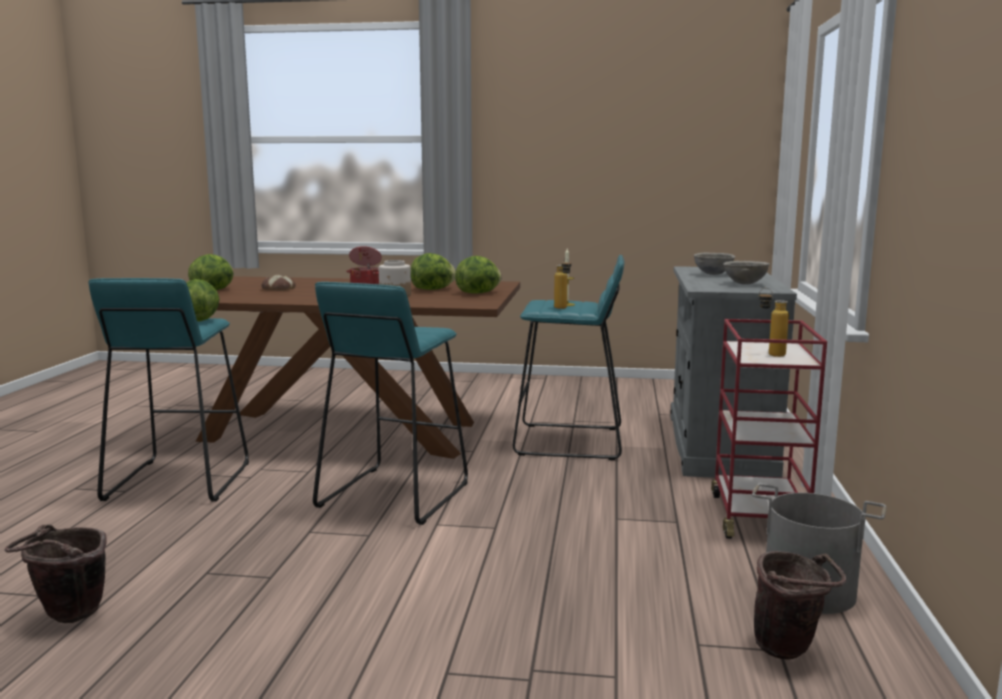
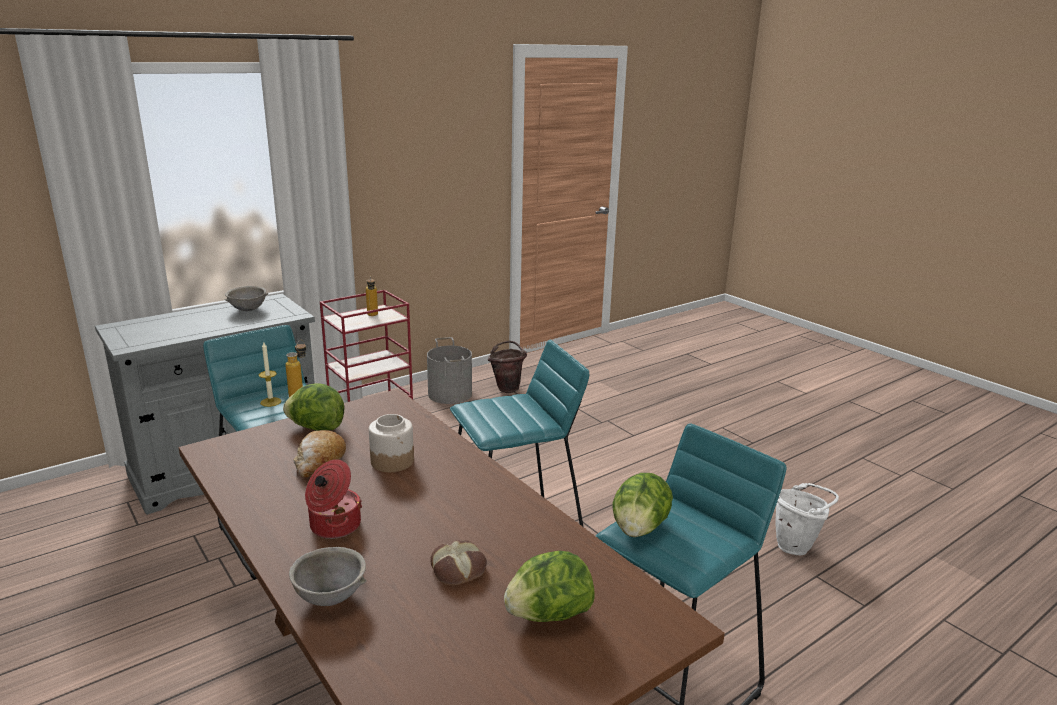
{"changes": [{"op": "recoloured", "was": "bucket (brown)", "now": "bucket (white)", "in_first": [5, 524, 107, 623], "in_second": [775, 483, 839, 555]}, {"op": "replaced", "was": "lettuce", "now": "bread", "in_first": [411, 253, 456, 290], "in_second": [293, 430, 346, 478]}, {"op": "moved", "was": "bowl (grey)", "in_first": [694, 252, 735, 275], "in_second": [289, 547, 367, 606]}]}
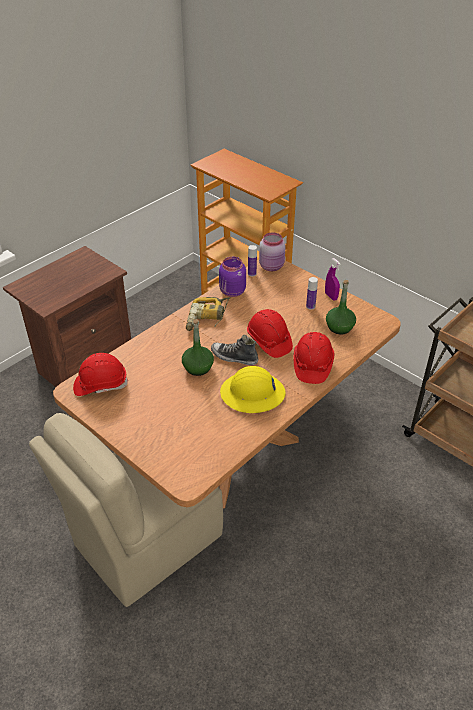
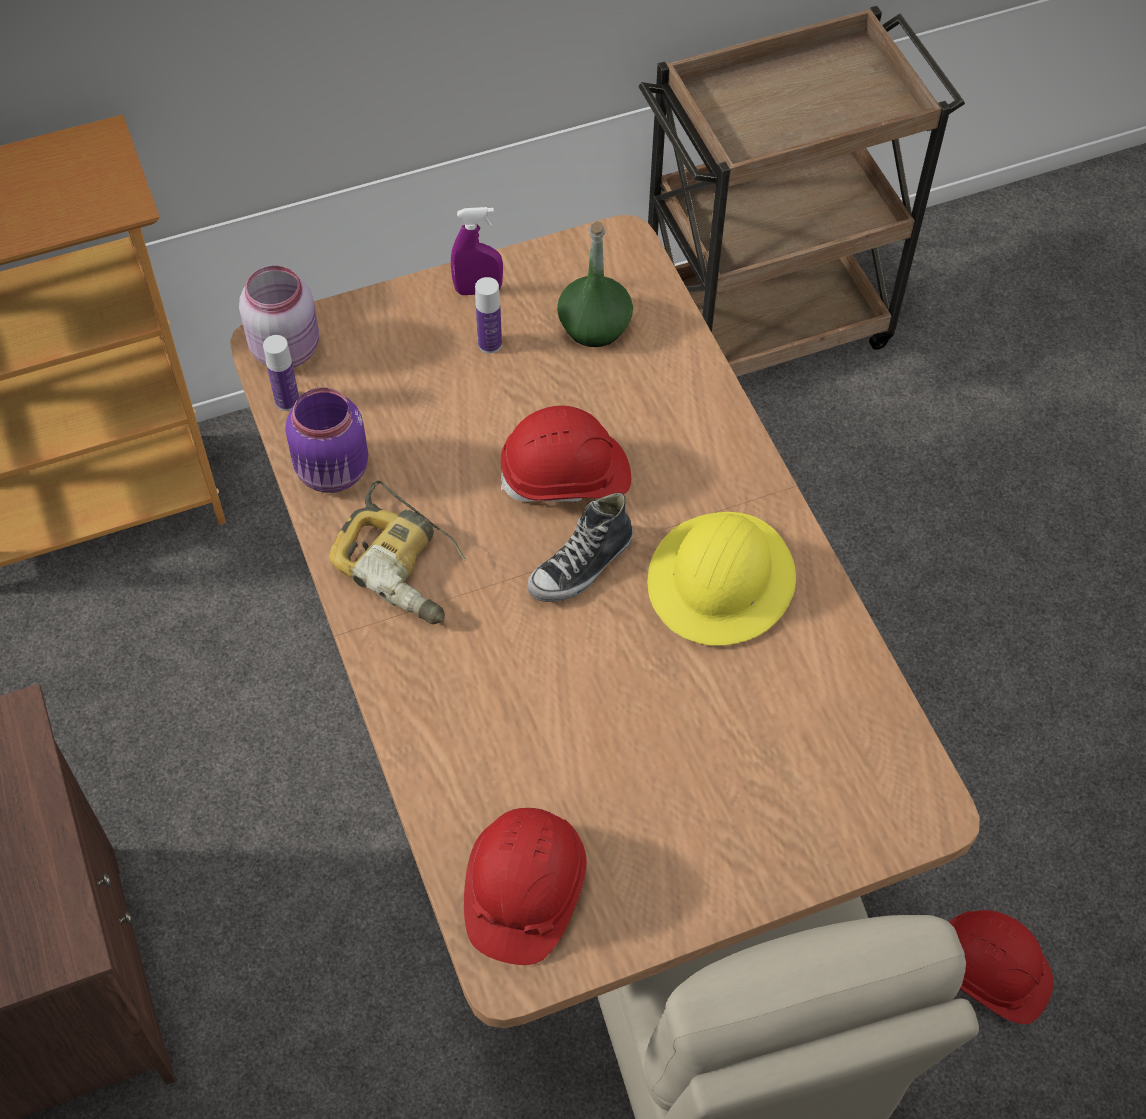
{"changes": [{"op": "removed", "was": "bottle (green)", "in_first": [182, 319, 214, 376]}, {"op": "moved", "was": "hard hat (red)", "in_first": [294, 332, 334, 384], "in_second": [949, 910, 1054, 1025]}]}
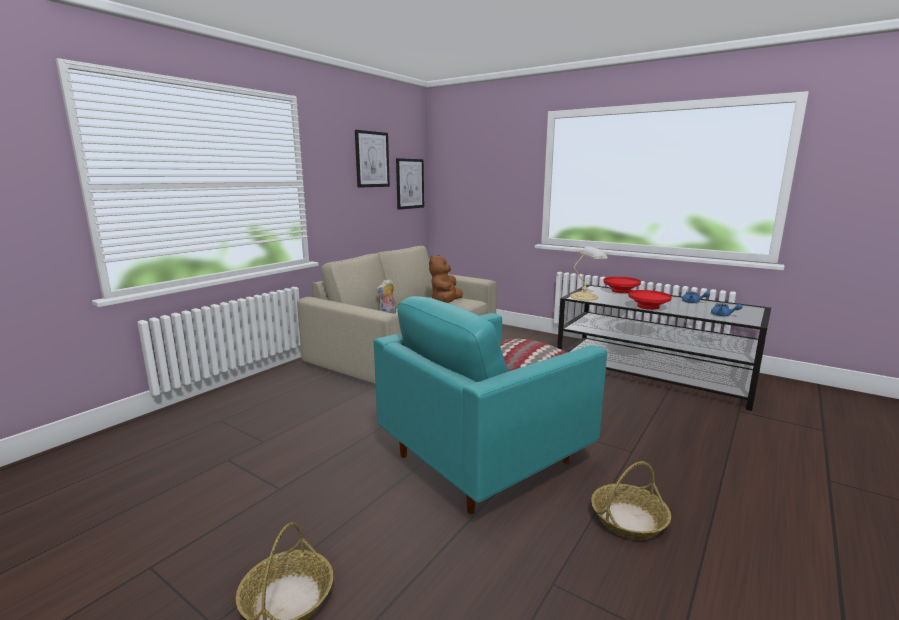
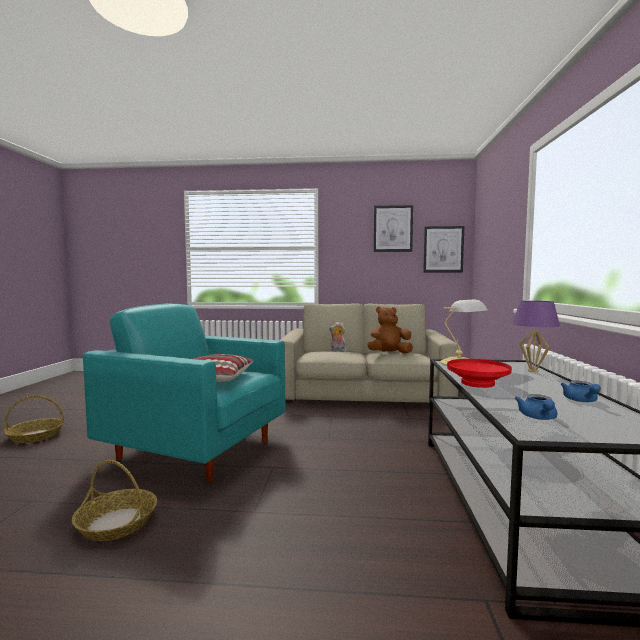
{"changes": [{"op": "replaced", "was": "bowl (red)", "now": "table lamp (purple)", "in_first": [604, 277, 641, 293], "in_second": [512, 301, 560, 372]}]}
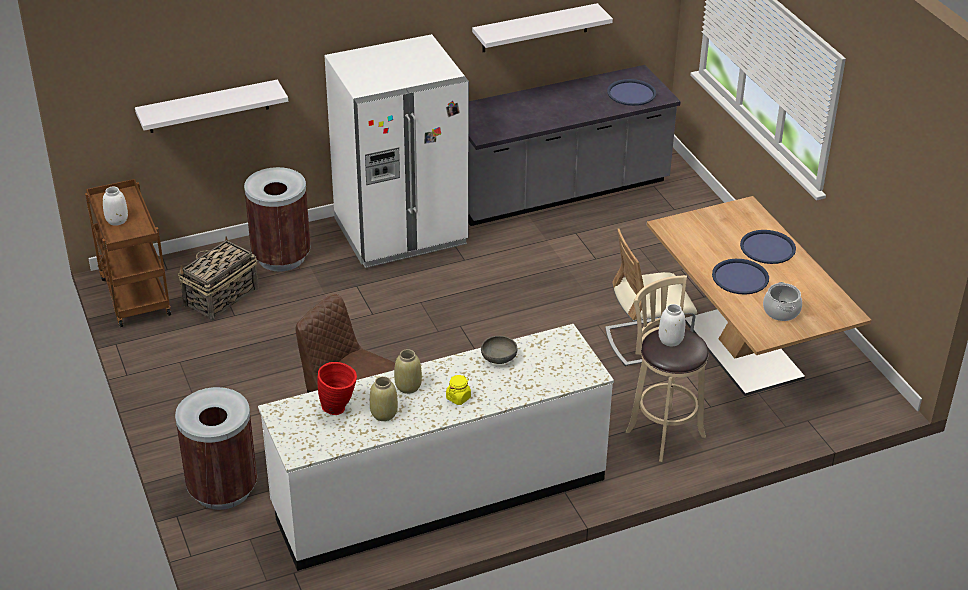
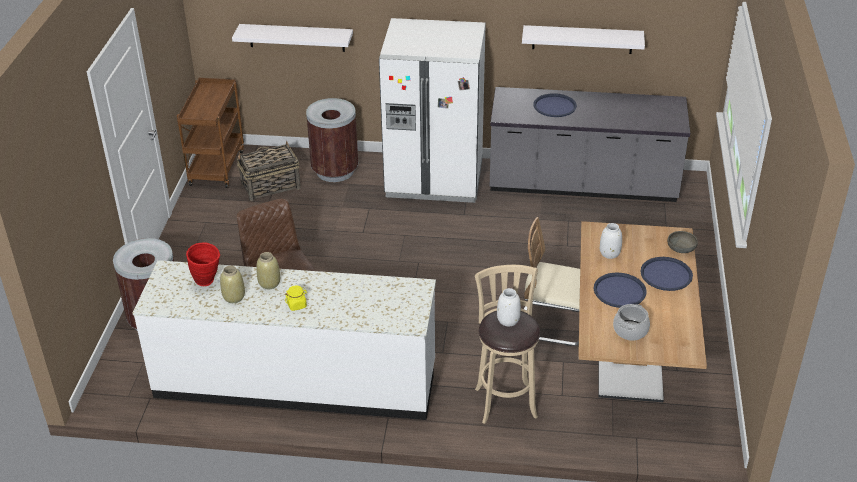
{"changes": [{"op": "moved", "was": "vase (white)", "in_first": [103, 187, 128, 226], "in_second": [600, 223, 622, 259]}, {"op": "moved", "was": "bowl (grey)", "in_first": [481, 336, 518, 364], "in_second": [668, 231, 698, 253]}, {"op": "moved", "was": "tray (blue)", "in_first": [607, 79, 656, 106], "in_second": [533, 93, 577, 117]}]}
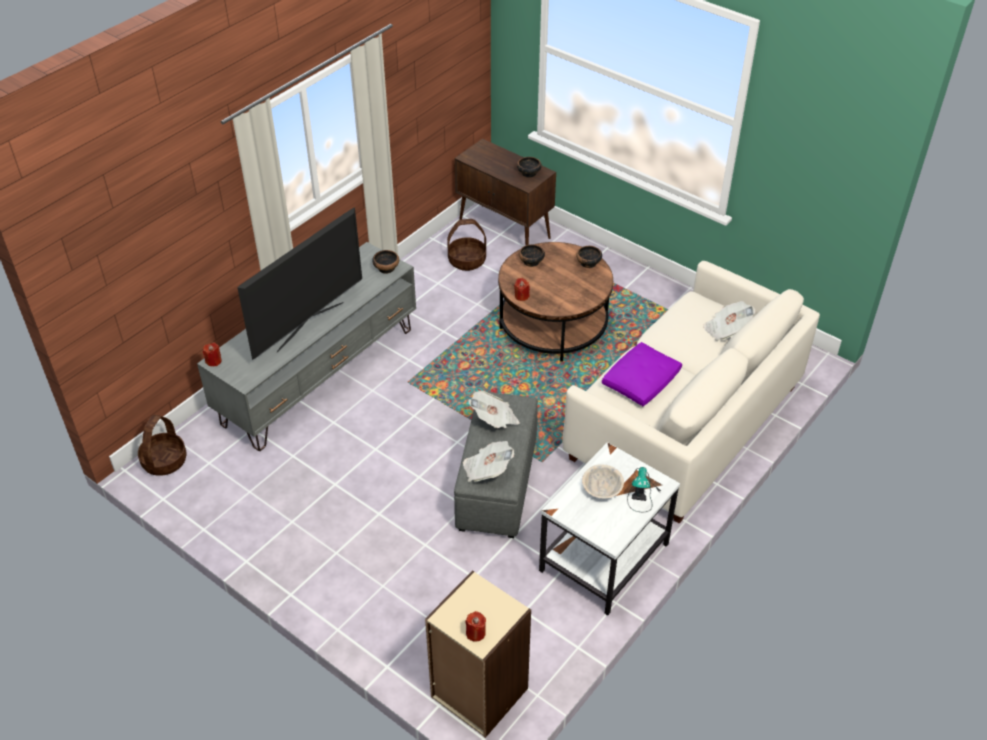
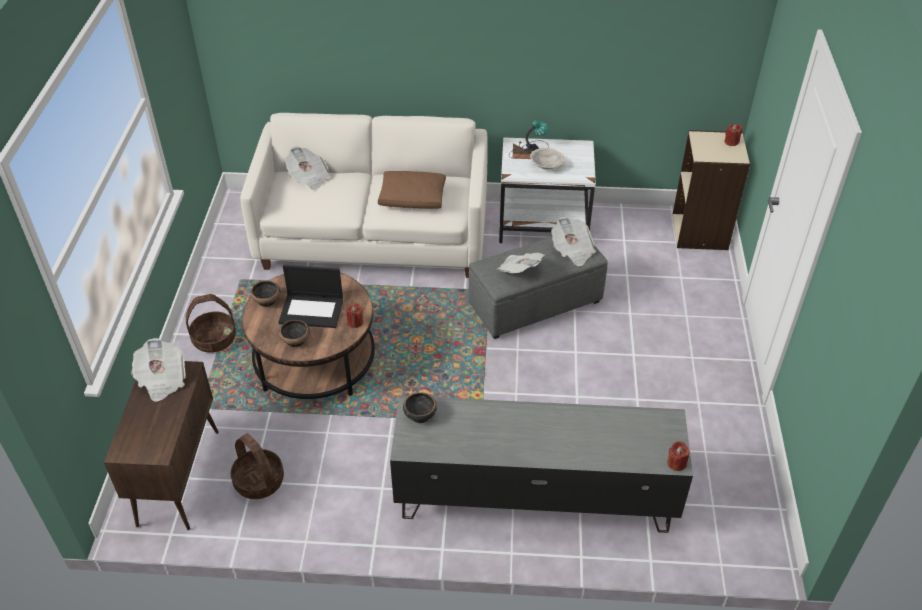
{"changes": [{"op": "moved", "was": "basket", "in_first": [138, 415, 186, 476], "in_second": [186, 294, 236, 352]}, {"op": "removed", "was": "television", "in_first": [237, 207, 362, 360]}, {"op": "replaced", "was": "bowl", "now": "newspaper", "in_first": [517, 157, 542, 178], "in_second": [131, 338, 185, 402]}, {"op": "recoloured", "was": "pillow (purple)", "now": "pillow (brown)", "in_first": [602, 342, 682, 406], "in_second": [378, 171, 446, 209]}, {"op": "added", "now": "laptop", "in_second": [278, 265, 343, 328]}]}
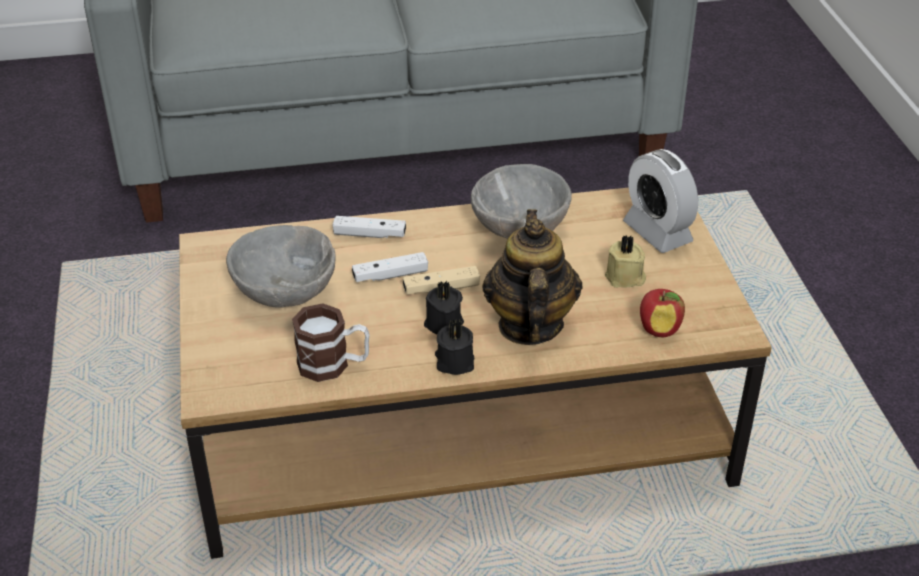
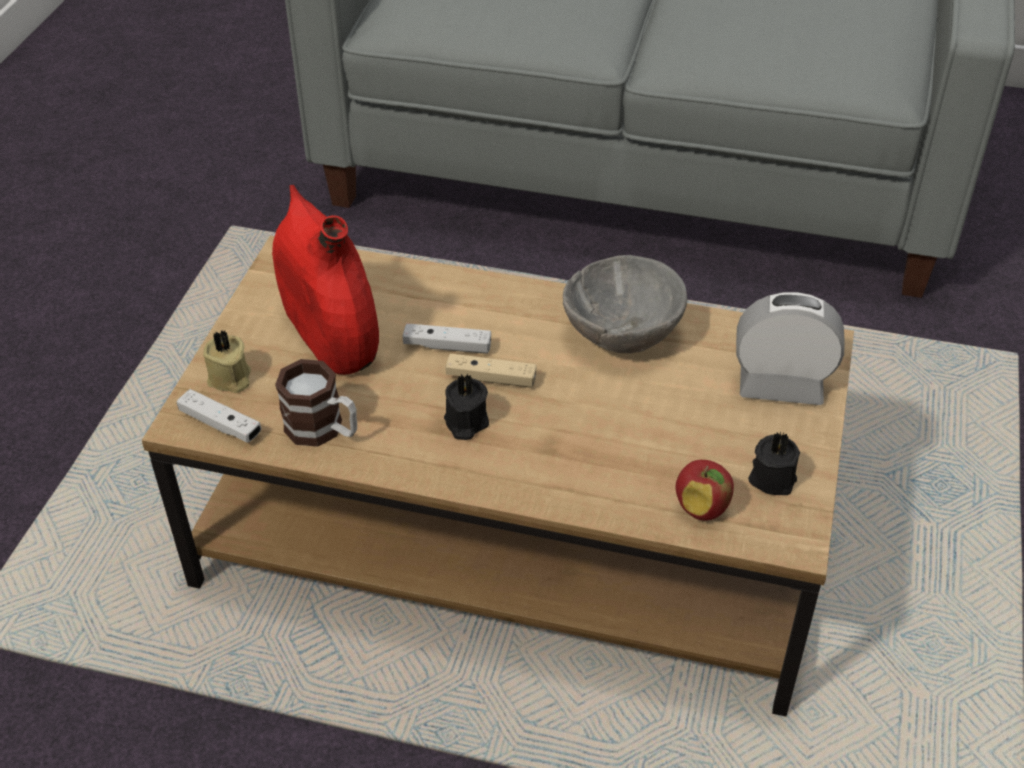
{"changes": [{"op": "replaced", "was": "bowl (grey)", "now": "vase (red)", "in_first": [226, 225, 336, 308], "in_second": [272, 185, 379, 375]}, {"op": "moved", "was": "game controller (white)", "in_first": [332, 216, 406, 238], "in_second": [177, 389, 262, 443]}, {"op": "moved", "was": "candle (black)", "in_first": [435, 320, 475, 375], "in_second": [748, 432, 800, 495]}, {"op": "removed", "was": "teapot", "in_first": [482, 209, 583, 345]}, {"op": "moved", "was": "candle (beige)", "in_first": [605, 235, 646, 288], "in_second": [203, 331, 251, 393]}, {"op": "turned", "was": "alarm clock", "in_first": [623, 149, 698, 253], "in_second": [736, 292, 845, 405], "clockwise": 105}]}
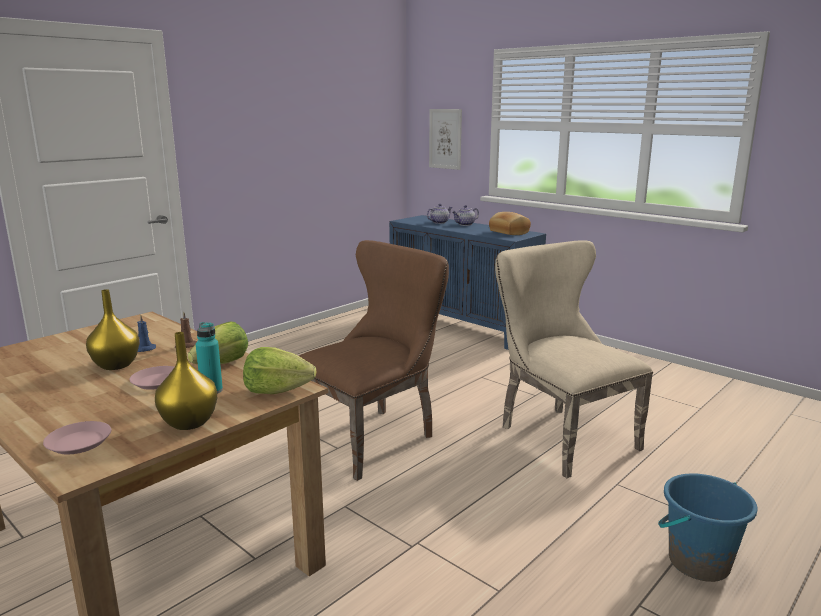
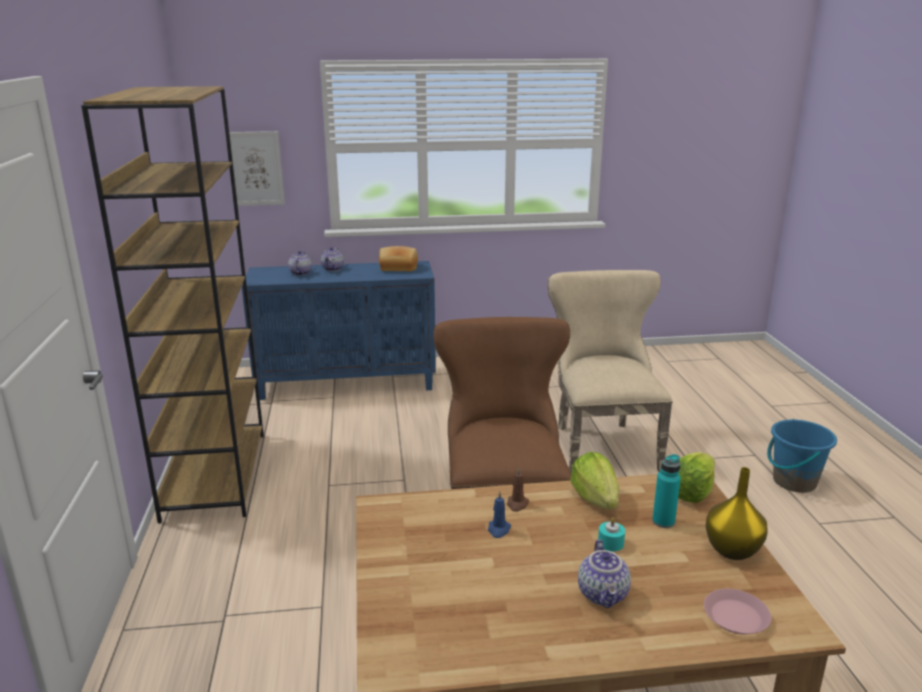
{"changes": [{"op": "removed", "was": "vase (yellow)", "in_first": [86, 289, 139, 370]}, {"op": "replaced", "was": "plate (pink)", "now": "candle (turquoise)", "in_first": [130, 366, 174, 390], "in_second": [598, 517, 625, 552]}, {"op": "turned", "was": "chair (beige)", "in_first": [495, 240, 653, 478], "in_second": [548, 270, 673, 474], "clockwise": 75}, {"op": "added", "now": "bookcase (brown)", "in_second": [81, 86, 264, 524]}, {"op": "added", "now": "teapot", "in_second": [578, 539, 631, 608]}]}
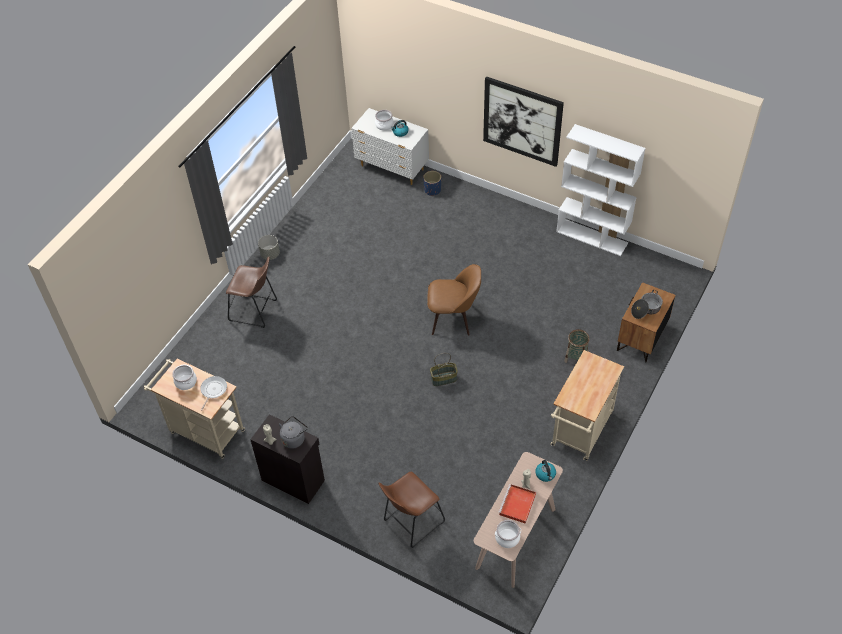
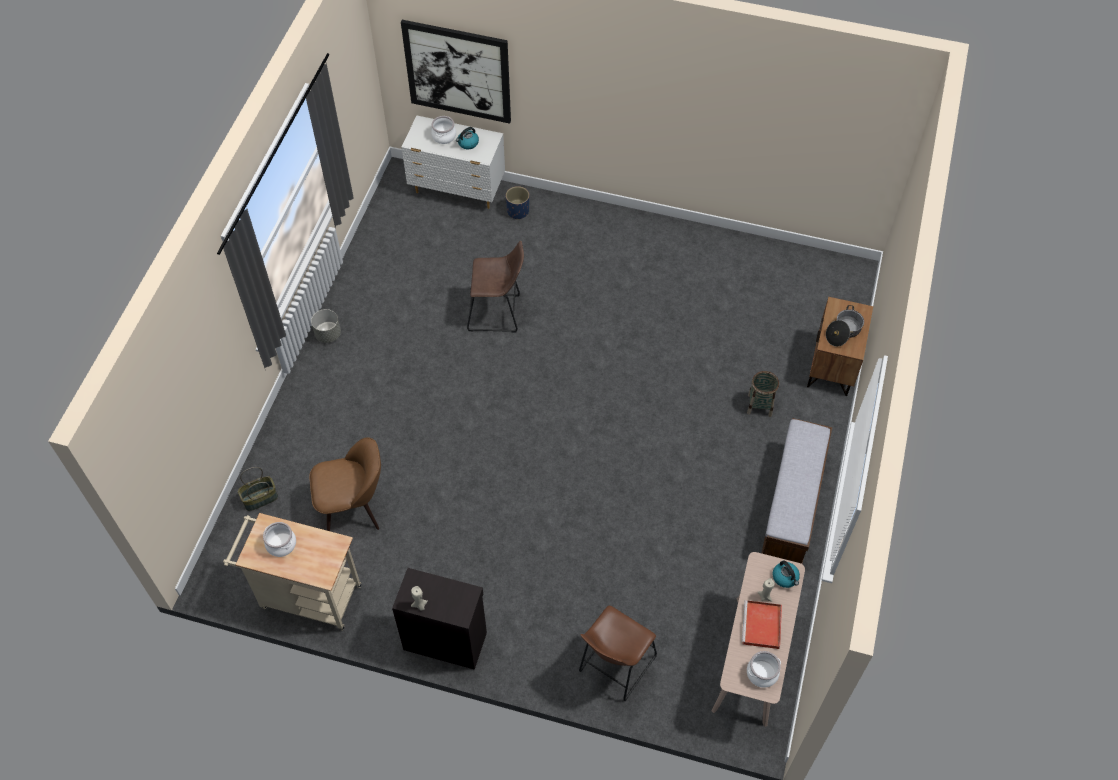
{"changes": [{"op": "removed", "was": "frying pan", "in_first": [200, 376, 227, 410]}, {"op": "moved", "was": "stool (brown)", "in_first": [226, 257, 277, 328], "in_second": [467, 241, 524, 333]}, {"op": "removed", "was": "kettle (grey)", "in_first": [279, 416, 308, 449]}, {"op": "moved", "was": "chair (brown)", "in_first": [427, 264, 481, 335], "in_second": [309, 437, 381, 531]}, {"op": "moved", "was": "basket", "in_first": [430, 353, 458, 386], "in_second": [238, 467, 278, 511]}, {"op": "moved", "was": "picture", "in_first": [483, 76, 564, 167], "in_second": [401, 20, 511, 124]}, {"op": "replaced", "was": "cart (beige)", "now": "bench", "in_first": [550, 350, 624, 461], "in_second": [762, 418, 832, 564]}, {"op": "removed", "was": "bookcase (white)", "in_first": [556, 124, 645, 256]}]}
